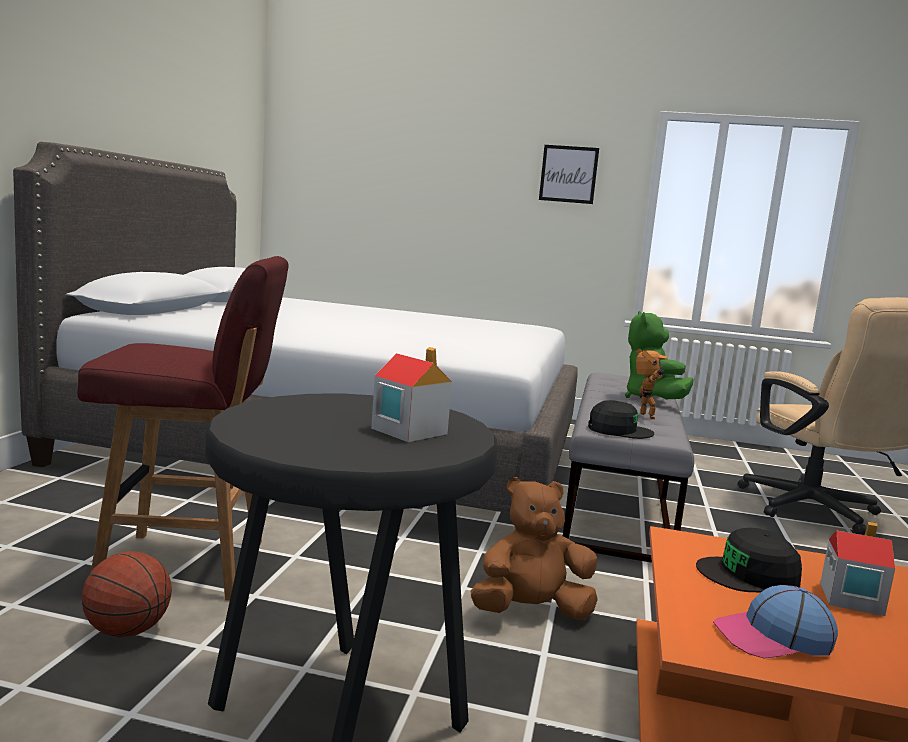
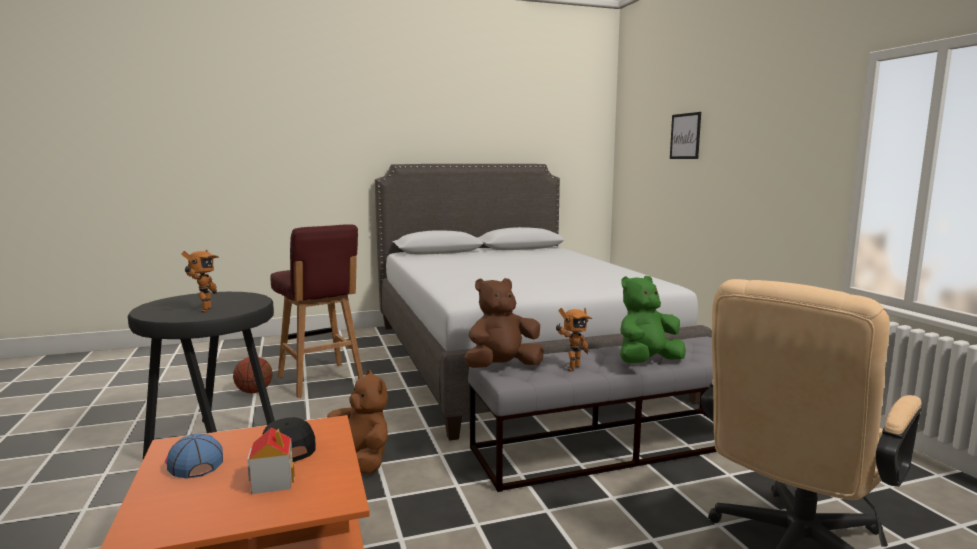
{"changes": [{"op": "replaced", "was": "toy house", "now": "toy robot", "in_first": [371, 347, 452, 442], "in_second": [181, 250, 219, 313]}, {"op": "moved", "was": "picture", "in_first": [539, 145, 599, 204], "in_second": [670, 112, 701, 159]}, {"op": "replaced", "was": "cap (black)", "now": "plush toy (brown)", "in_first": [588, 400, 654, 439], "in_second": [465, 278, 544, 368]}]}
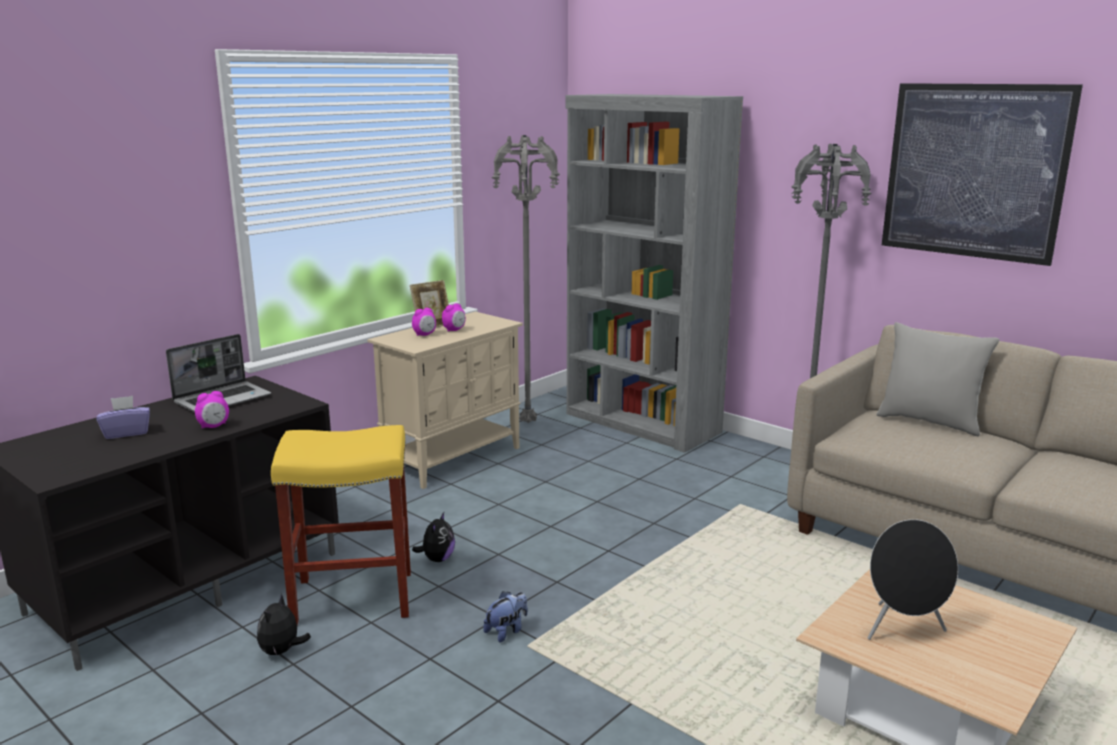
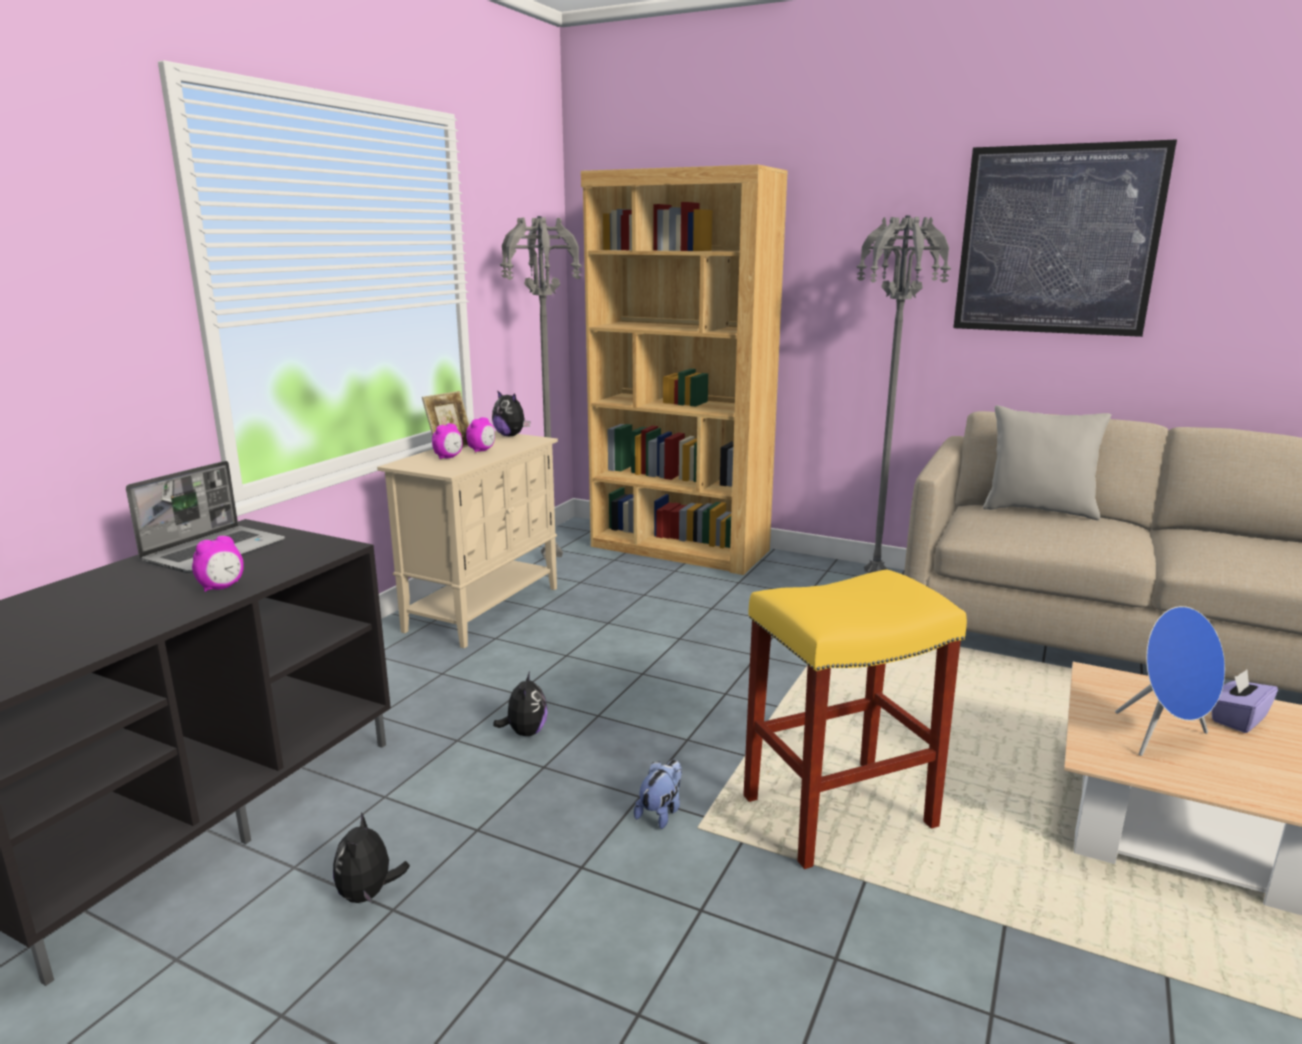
{"changes": [{"op": "moved", "was": "tissue box (purple)", "in_first": [96, 396, 150, 439], "in_second": [1212, 670, 1278, 733]}, {"op": "moved", "was": "stool (yellow)", "in_first": [271, 425, 411, 625], "in_second": [743, 569, 967, 869]}, {"op": "recoloured", "was": "bookcase (grey)", "now": "bookcase (brown)", "in_first": [566, 94, 743, 453], "in_second": [581, 165, 788, 575]}, {"op": "recoloured", "was": "speaker (black)", "now": "speaker (blue)", "in_first": [868, 519, 958, 640], "in_second": [1115, 606, 1225, 756]}, {"op": "added", "now": "plush toy", "in_second": [492, 390, 530, 436]}]}
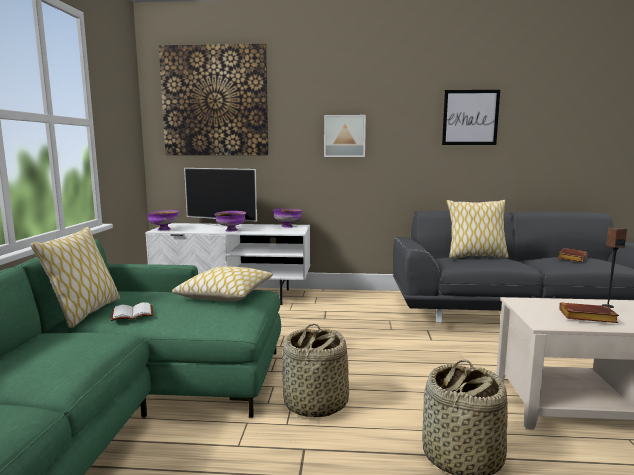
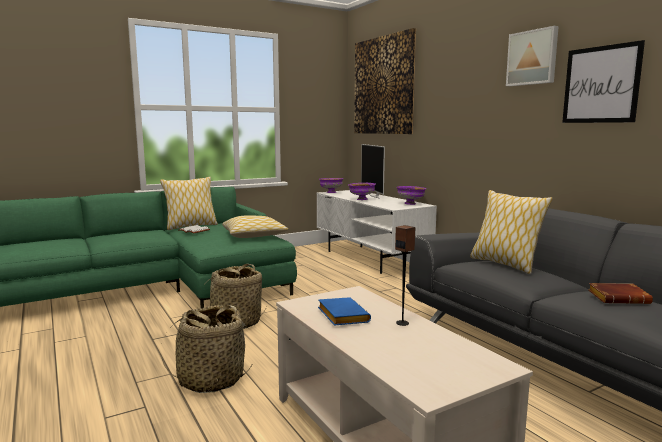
{"changes": [{"op": "moved", "was": "picture", "in_first": [324, 115, 366, 157], "in_second": [506, 26, 559, 86]}, {"op": "recoloured", "was": "book (brown)", "now": "book (blue)", "in_first": [559, 302, 619, 323], "in_second": [318, 297, 371, 326]}]}
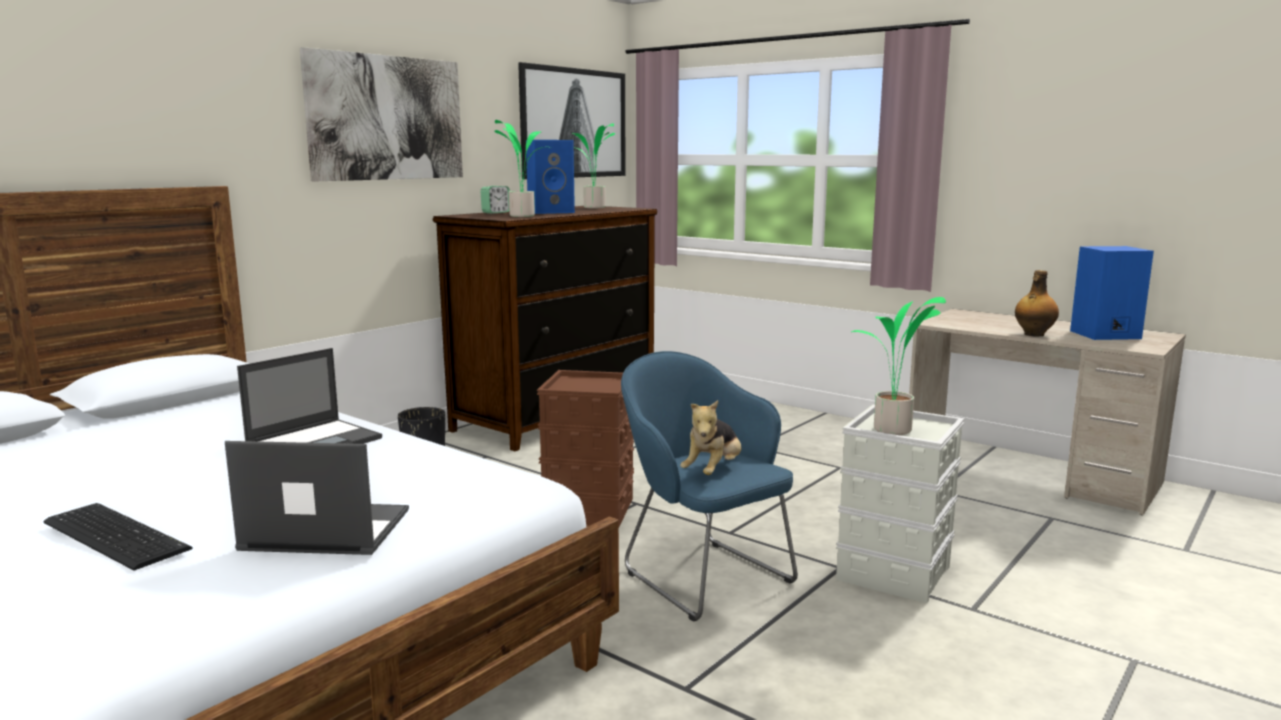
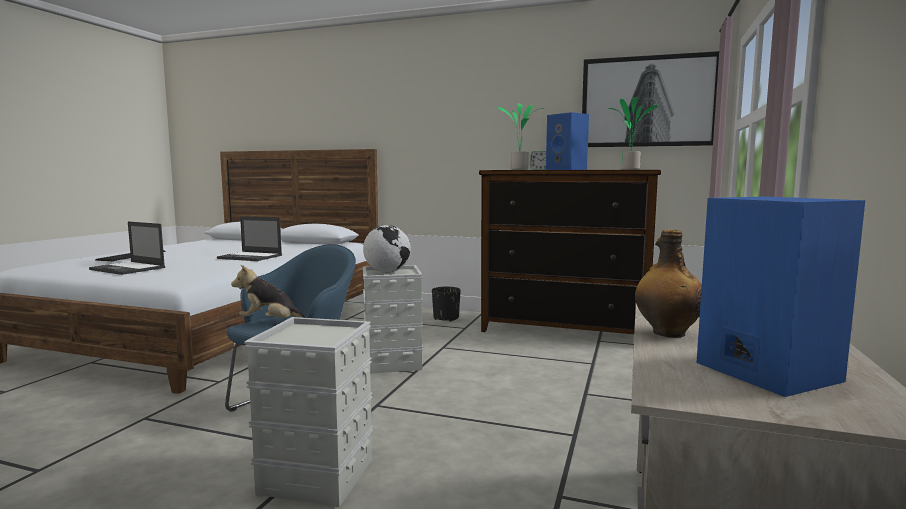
{"changes": [{"op": "turned", "was": "laptop", "in_first": [225, 441, 409, 555], "in_second": [89, 221, 165, 275], "clockwise": 135}, {"op": "removed", "was": "picture", "in_first": [300, 47, 463, 182]}, {"op": "recoloured", "was": "storage box (brown)", "now": "storage box (grey)", "in_first": [537, 370, 634, 527], "in_second": [363, 265, 423, 373]}, {"op": "removed", "was": "potted plant", "in_first": [851, 297, 946, 435]}, {"op": "added", "now": "globe", "in_second": [363, 225, 411, 273]}]}
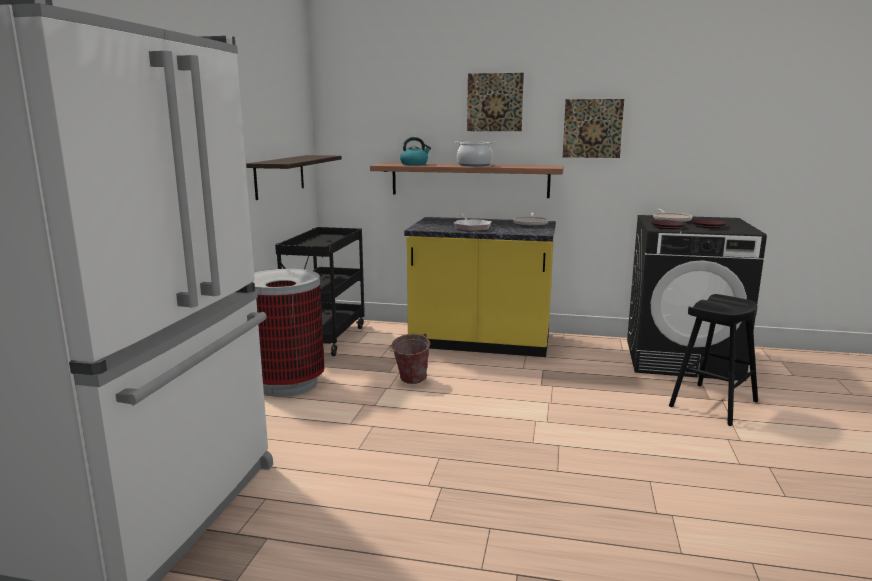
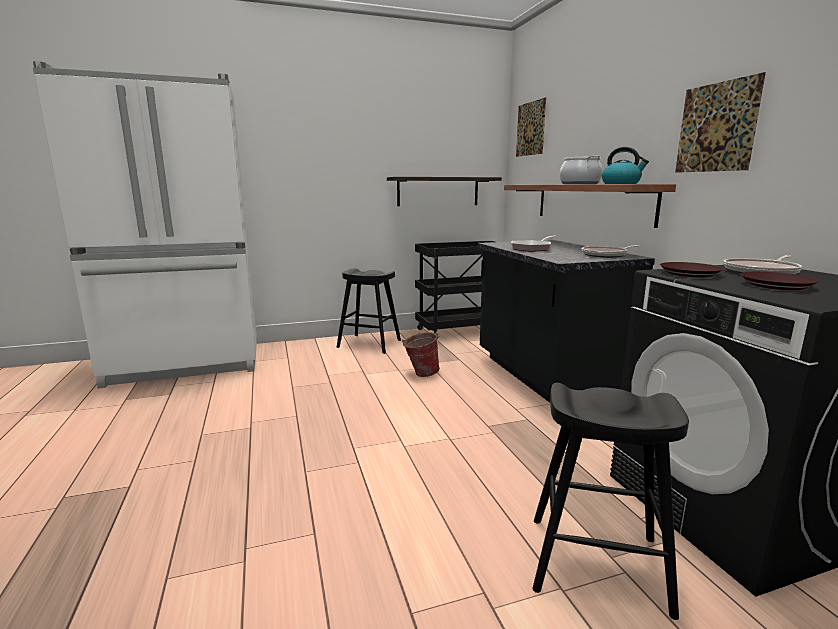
{"changes": [{"op": "replaced", "was": "trash can", "now": "stool (black)", "in_first": [253, 269, 324, 397], "in_second": [337, 268, 401, 354]}, {"op": "moved", "was": "kettle", "in_first": [400, 137, 431, 165], "in_second": [602, 147, 649, 184]}, {"op": "recoloured", "was": "counter (yellow)", "now": "counter (black)", "in_first": [404, 217, 556, 357], "in_second": [478, 240, 655, 403]}, {"op": "moved", "was": "picture", "in_first": [467, 73, 524, 131], "in_second": [516, 98, 546, 157]}]}
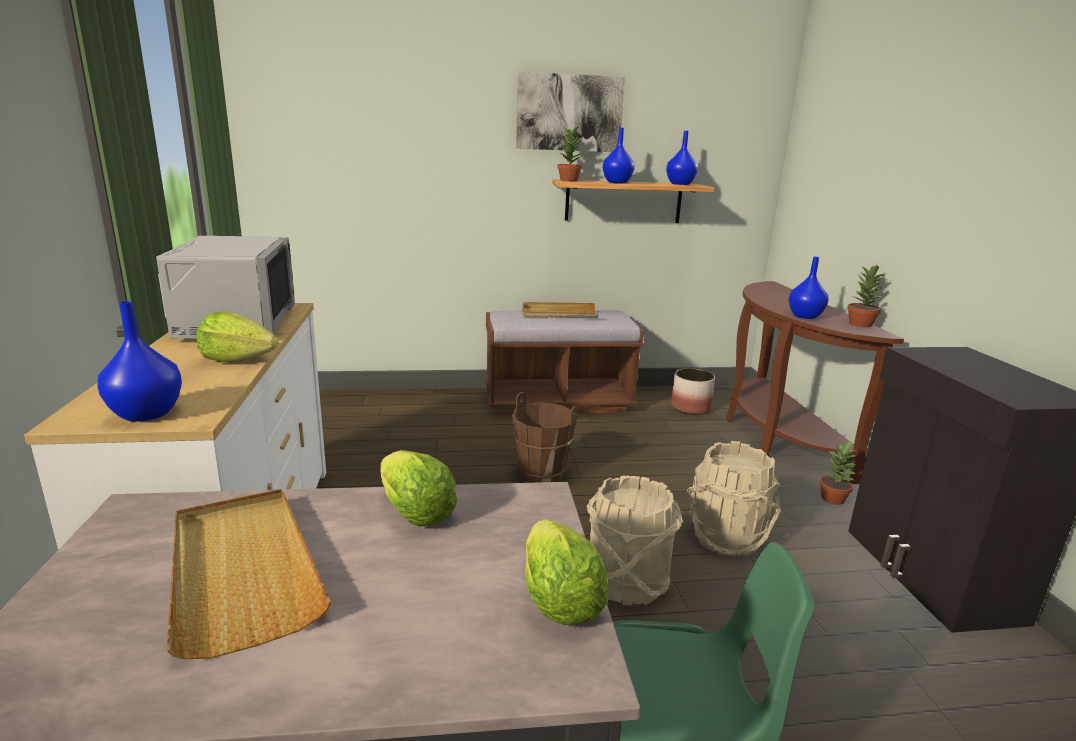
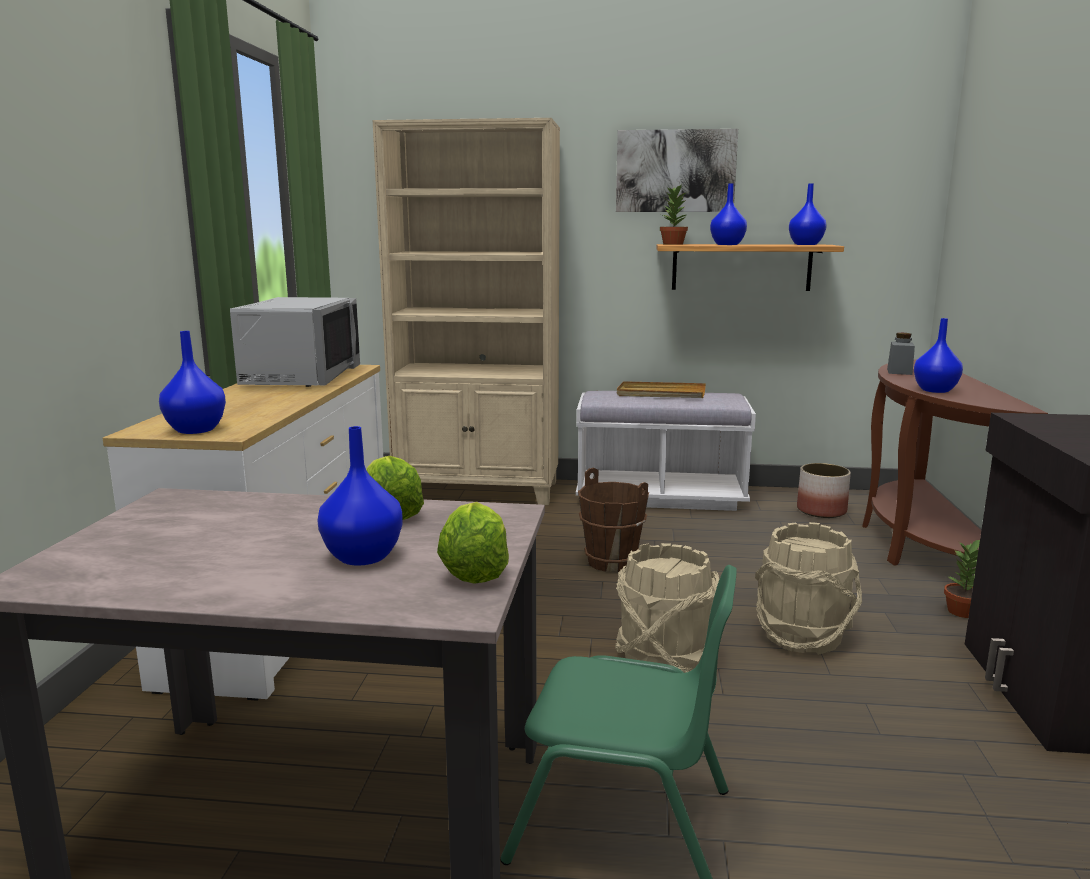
{"changes": [{"op": "removed", "was": "tray (beige)", "in_first": [167, 489, 331, 659]}, {"op": "removed", "was": "lettuce", "in_first": [196, 312, 279, 363]}, {"op": "recoloured", "was": "bench (brown)", "now": "bench (white)", "in_first": [485, 311, 644, 415], "in_second": [576, 391, 756, 511]}, {"op": "removed", "was": "potted plant", "in_first": [847, 265, 886, 327]}, {"op": "added", "now": "vase (blue)", "in_second": [317, 426, 403, 566]}, {"op": "added", "now": "bookcase (beige)", "in_second": [373, 118, 560, 505]}, {"op": "added", "now": "jar (grey)", "in_second": [887, 333, 915, 375]}]}
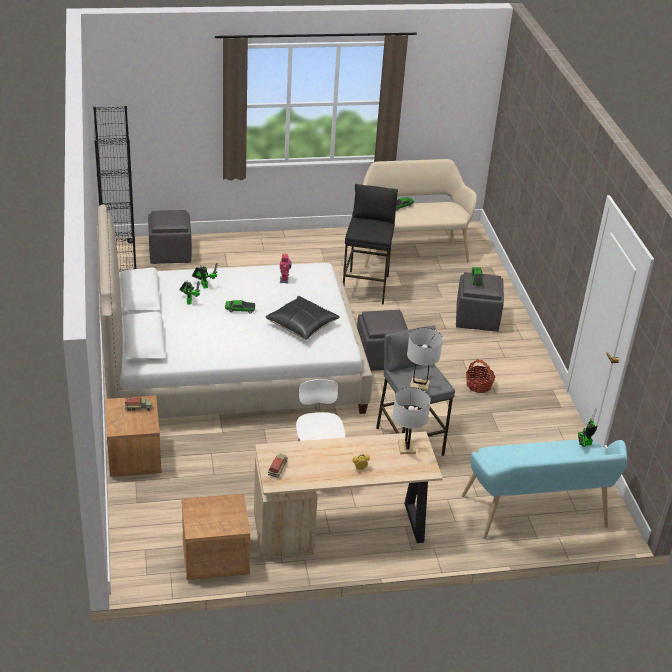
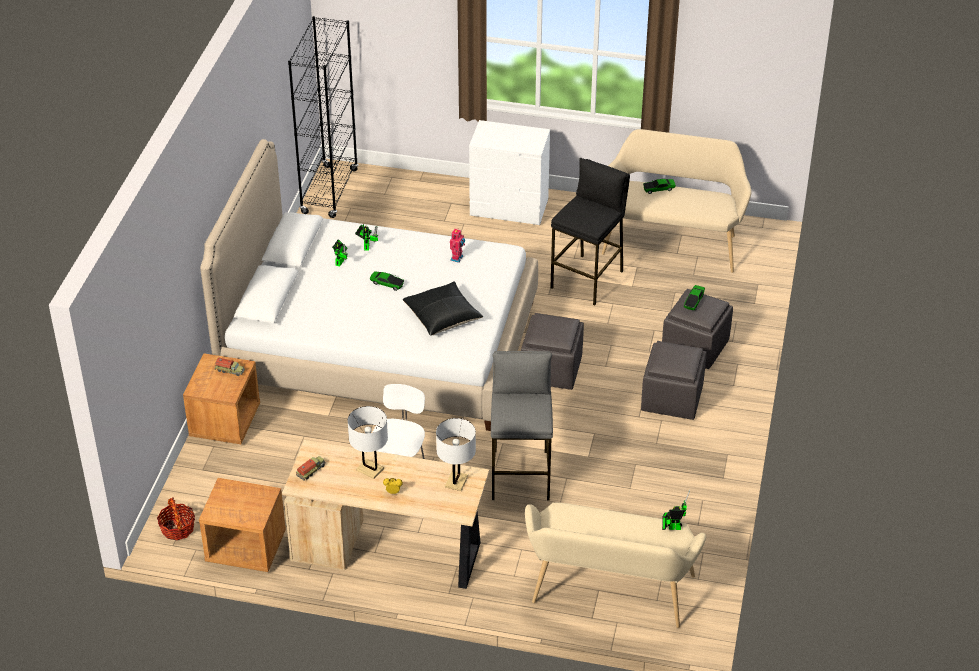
{"changes": [{"op": "moved", "was": "ottoman (grey)", "in_first": [148, 210, 192, 264], "in_second": [641, 341, 707, 420]}, {"op": "moved", "was": "table lamp (white)", "in_first": [407, 327, 443, 391], "in_second": [348, 406, 388, 479]}, {"op": "recoloured", "was": "bench (turquoise)", "now": "bench (beige)", "in_first": [462, 439, 628, 539], "in_second": [525, 502, 706, 628]}, {"op": "moved", "was": "basket", "in_first": [466, 359, 496, 393], "in_second": [157, 497, 195, 540]}, {"op": "added", "now": "dresser (white)", "in_second": [469, 120, 550, 225]}]}
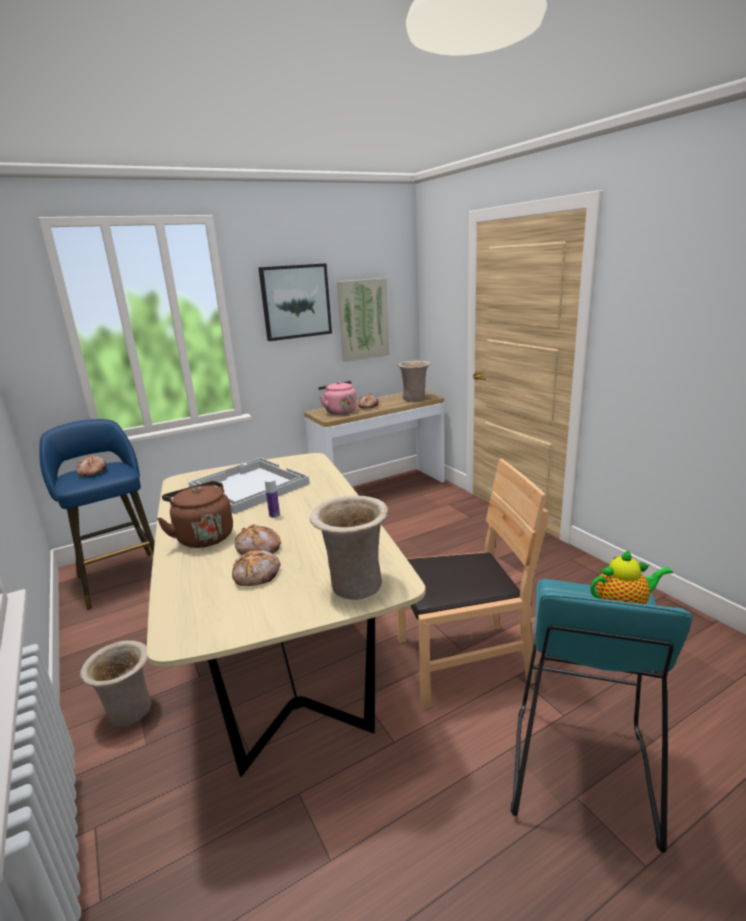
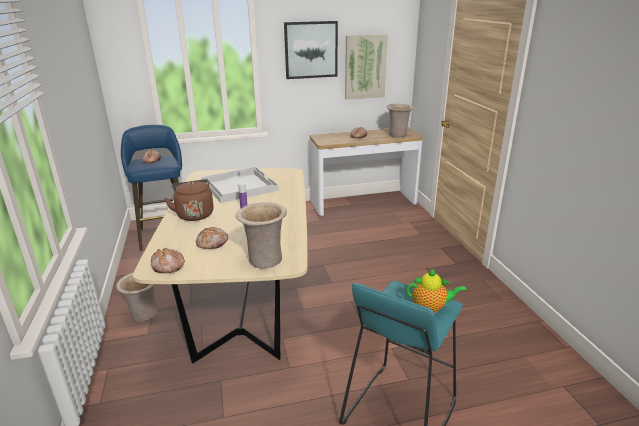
{"changes": [{"op": "moved", "was": "bread", "in_first": [235, 524, 281, 555], "in_second": [151, 248, 185, 273]}, {"op": "removed", "was": "kettle (pink)", "in_first": [318, 381, 357, 415]}, {"op": "removed", "was": "chair (brown)", "in_first": [397, 459, 549, 709]}]}
